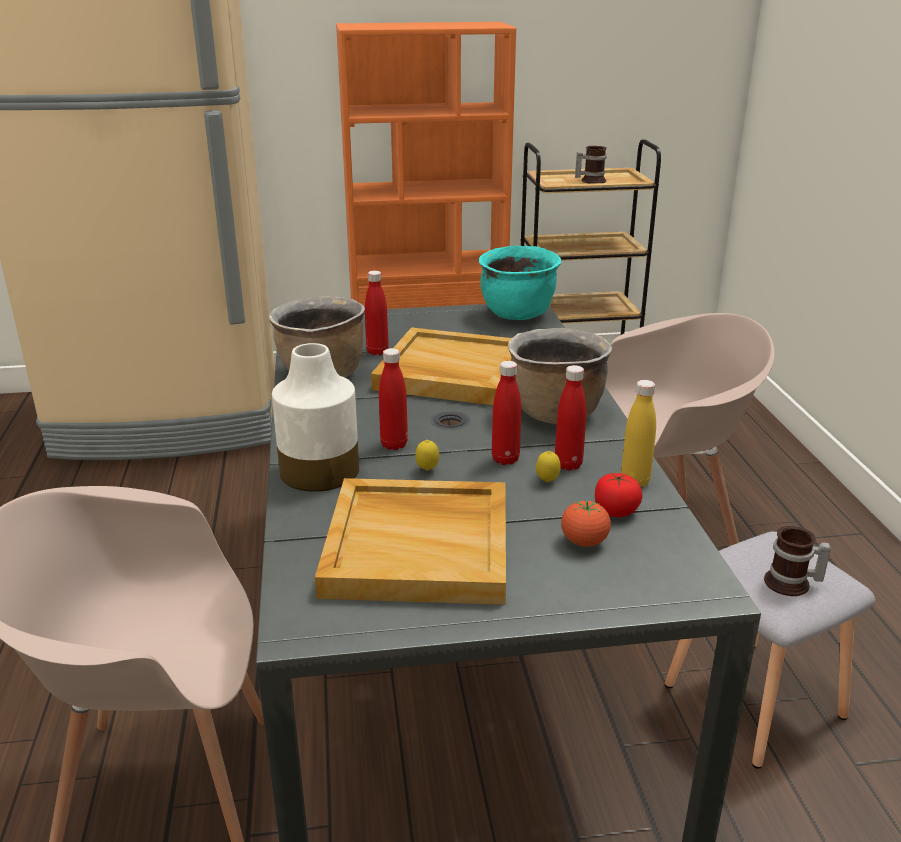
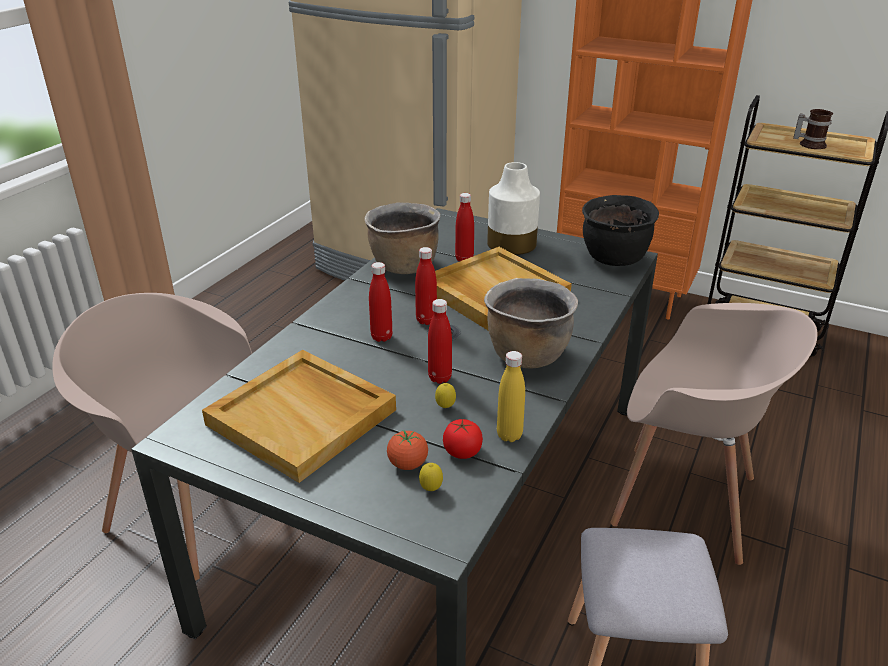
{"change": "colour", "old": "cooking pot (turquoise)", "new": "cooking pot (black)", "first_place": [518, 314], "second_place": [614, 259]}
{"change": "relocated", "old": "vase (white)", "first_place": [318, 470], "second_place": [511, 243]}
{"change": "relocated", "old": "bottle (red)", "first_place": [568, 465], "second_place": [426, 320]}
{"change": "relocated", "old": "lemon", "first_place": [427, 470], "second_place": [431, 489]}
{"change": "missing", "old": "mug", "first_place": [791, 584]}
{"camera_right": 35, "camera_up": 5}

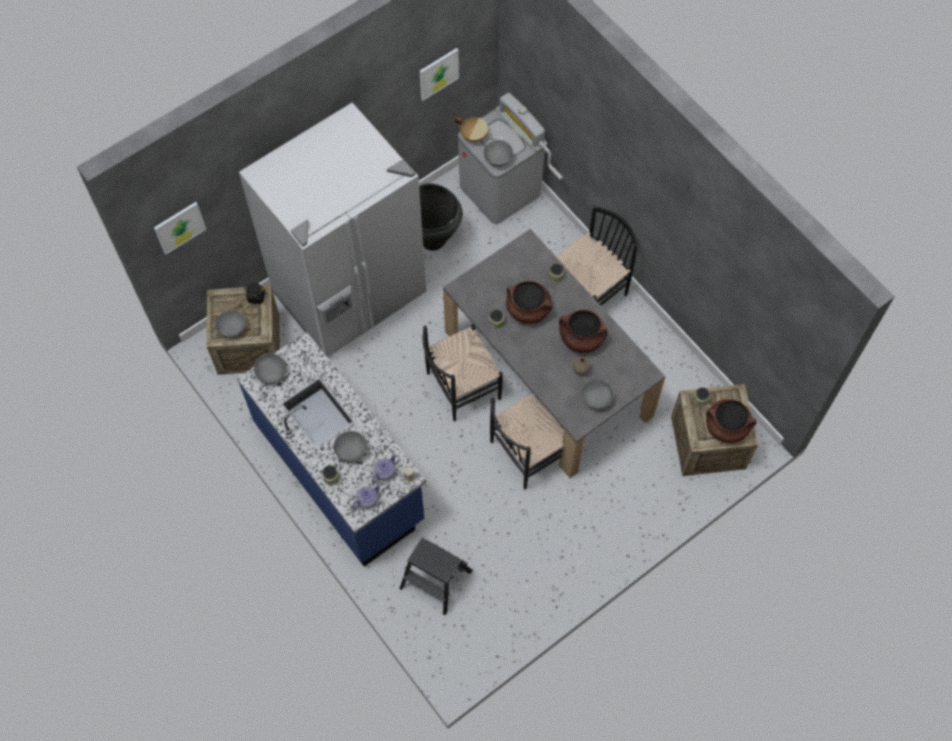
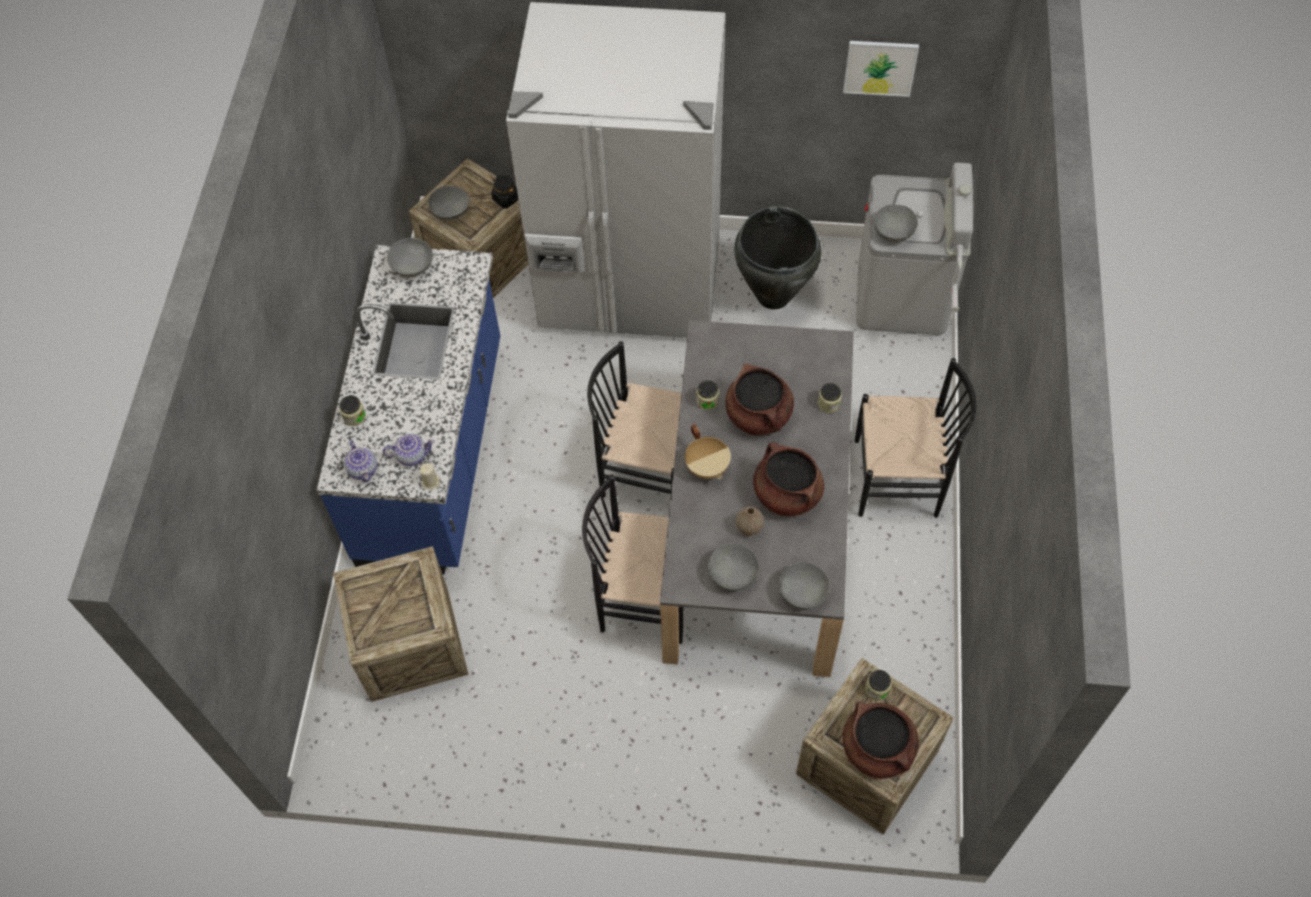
{"change": "relocated", "old": "cooking pot (beige)", "first_place": [474, 136], "second_place": [708, 467]}
{"change": "missing", "old": "picture", "first_place": [179, 227]}
{"change": "relocated", "old": "bowl (grey)", "first_place": [351, 451], "second_place": [803, 593]}
{"change": "spun", "old": "teapot", "first_place": [367, 500], "second_place": [363, 469], "degrees": 60}
{"change": "exchanged", "old": "step ladder (black)", "new": "crate", "first_place": [435, 579], "second_place": [410, 644]}
{"camera_right": 45, "camera_up": -5}

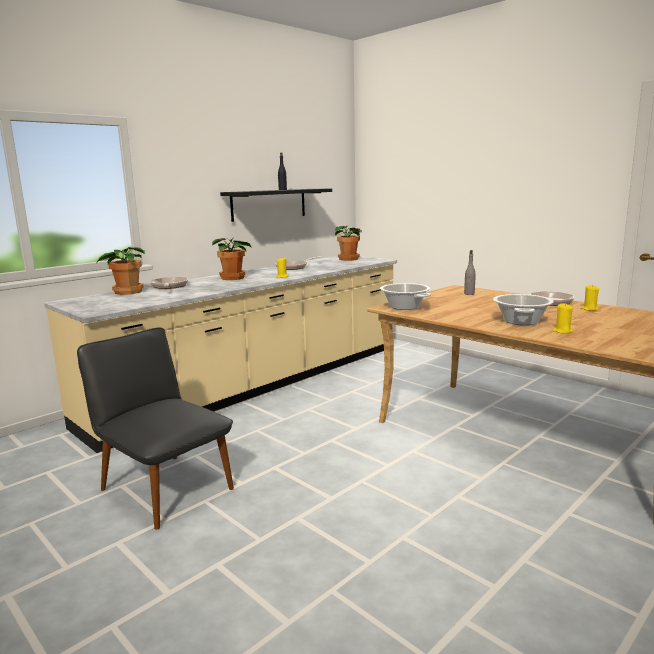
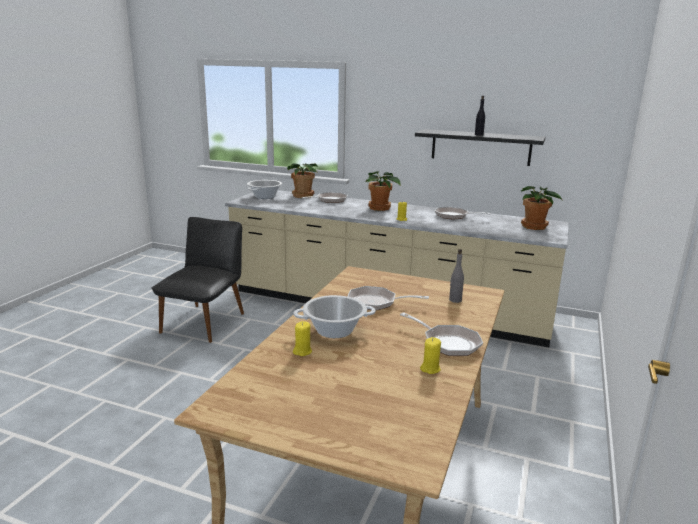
{"change": "relocated", "old": "cooking pot", "first_place": [404, 307], "second_place": [264, 197]}
{"change": "appeared", "new": "frying pan", "second_place": [376, 302]}
{"camera_right": 65, "camera_up": 5}

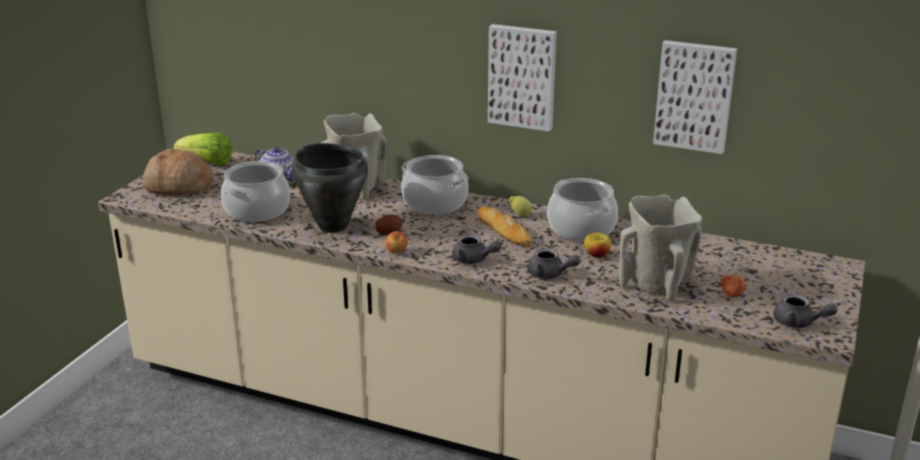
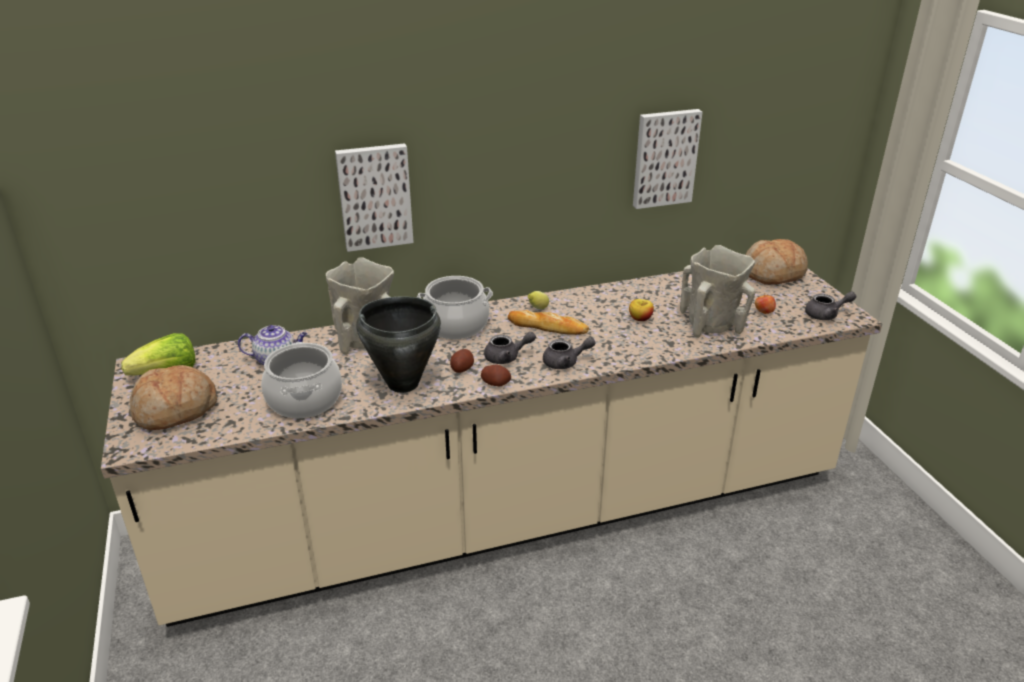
{"change": "relocated", "old": "picture", "first_place": [522, 76], "second_place": [374, 196]}
{"change": "missing", "old": "cooking pot", "first_place": [581, 229]}
{"change": "exchanged", "old": "apple", "new": "potato", "first_place": [396, 252], "second_place": [496, 383]}
{"change": "relocated", "old": "teapot (grey)", "first_place": [550, 274], "second_place": [507, 357]}
{"change": "appeared", "new": "bread", "second_place": [773, 274]}
{"camera_right": -40, "camera_up": 5}

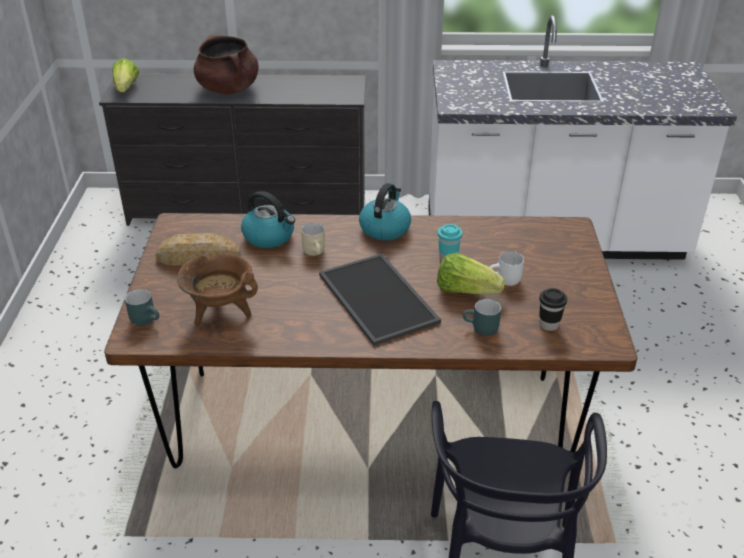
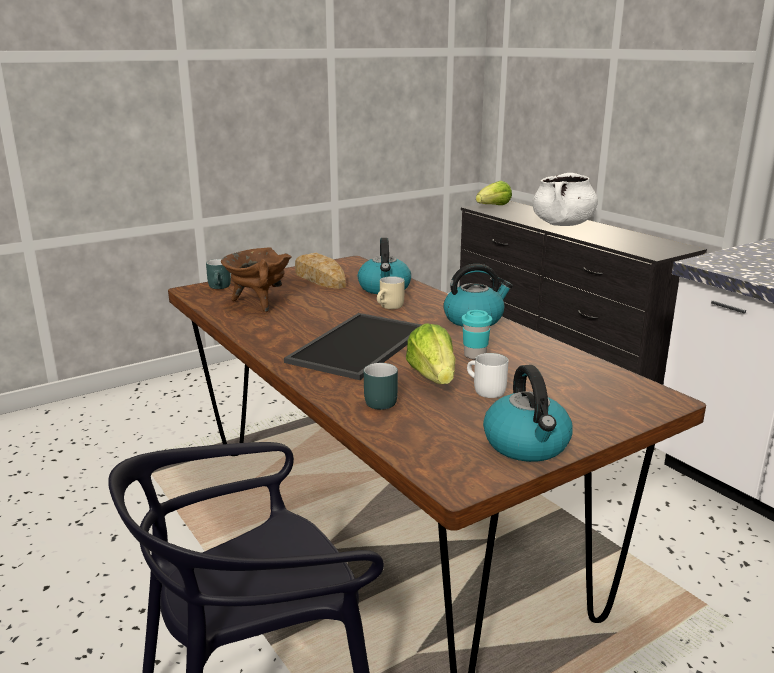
{"change": "colour", "old": "cooking pot (brown)", "new": "cooking pot (white)", "first_place": [228, 89], "second_place": [562, 224]}
{"change": "missing", "old": "cup (black)", "first_place": [549, 325]}
{"change": "appeared", "new": "kettle", "second_place": [527, 445]}
{"camera_right": 55, "camera_up": -15}

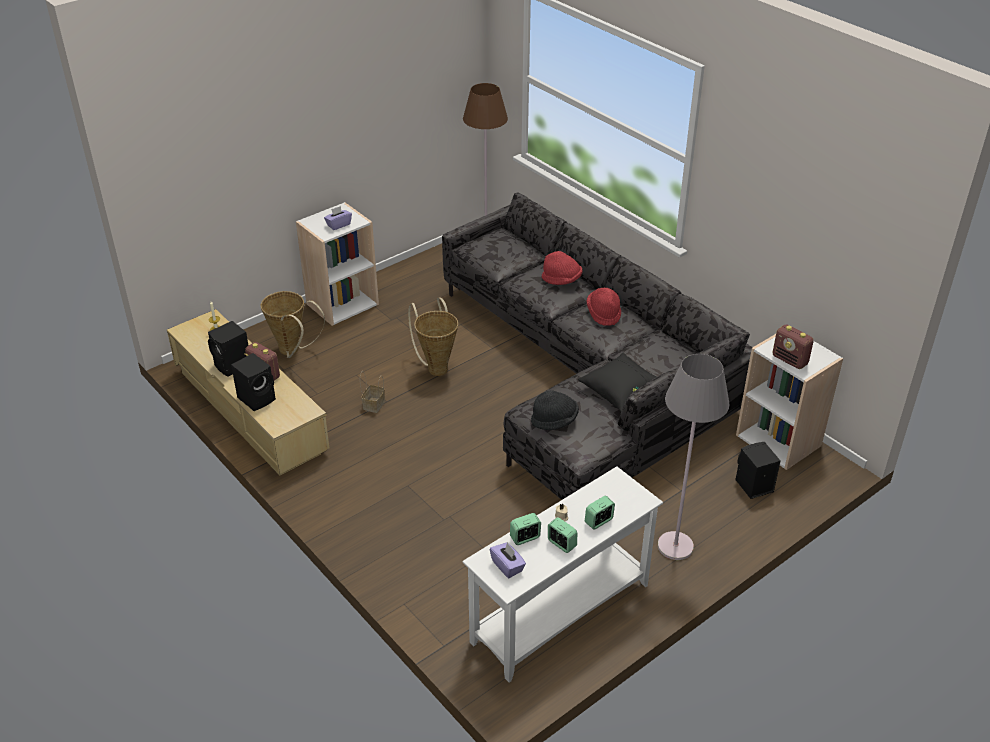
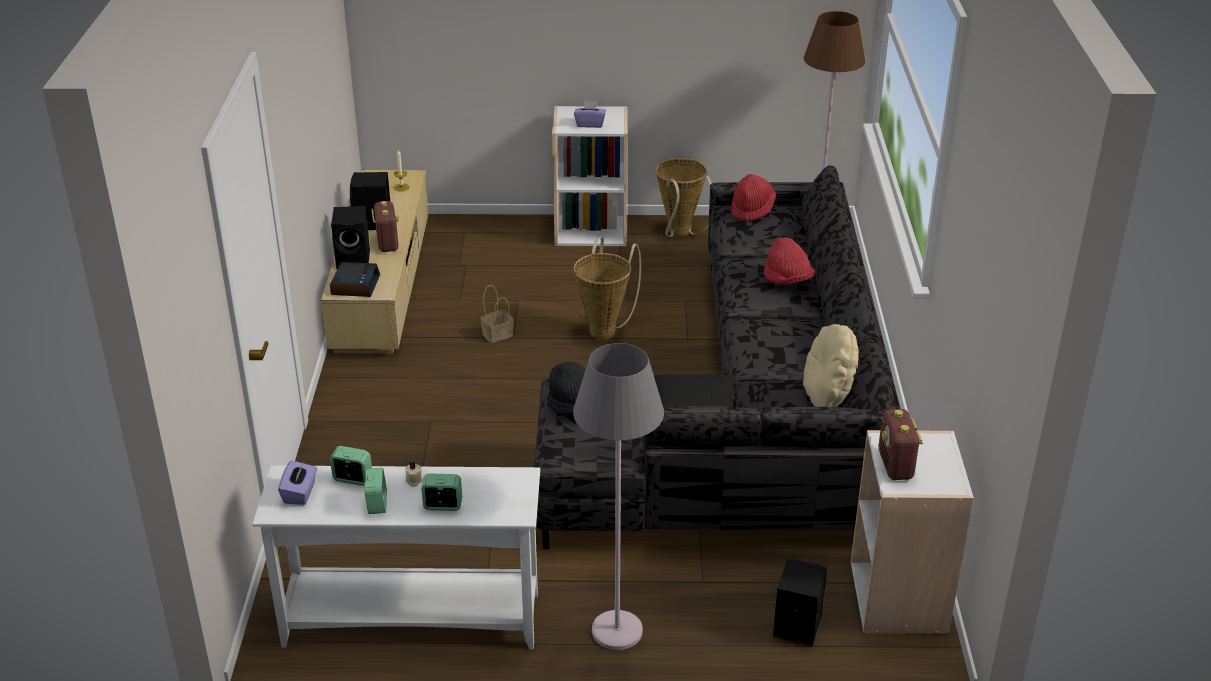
{"change": "relocated", "old": "hat (red)", "first_place": [604, 314], "second_place": [752, 209]}
{"change": "relocated", "old": "basket", "first_place": [292, 352], "second_place": [680, 234]}
{"change": "appeared", "new": "alarm clock", "second_place": [355, 285]}
{"change": "appeared", "new": "pillow (beige)", "second_place": [827, 399]}
{"camera_right": 40, "camera_up": -5}

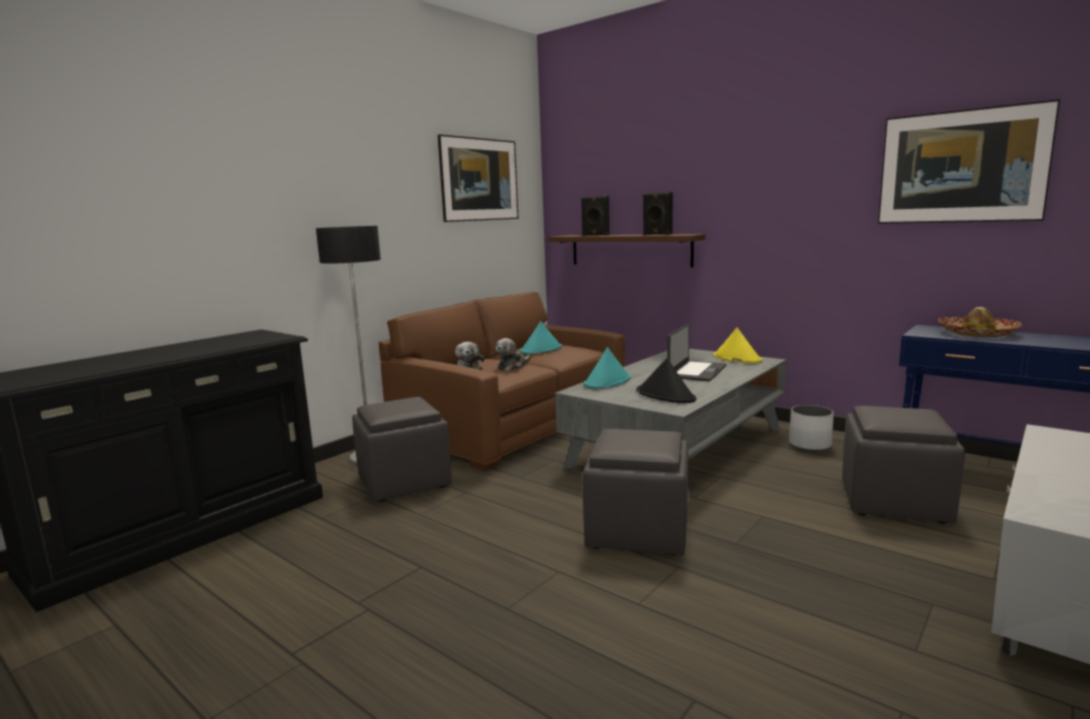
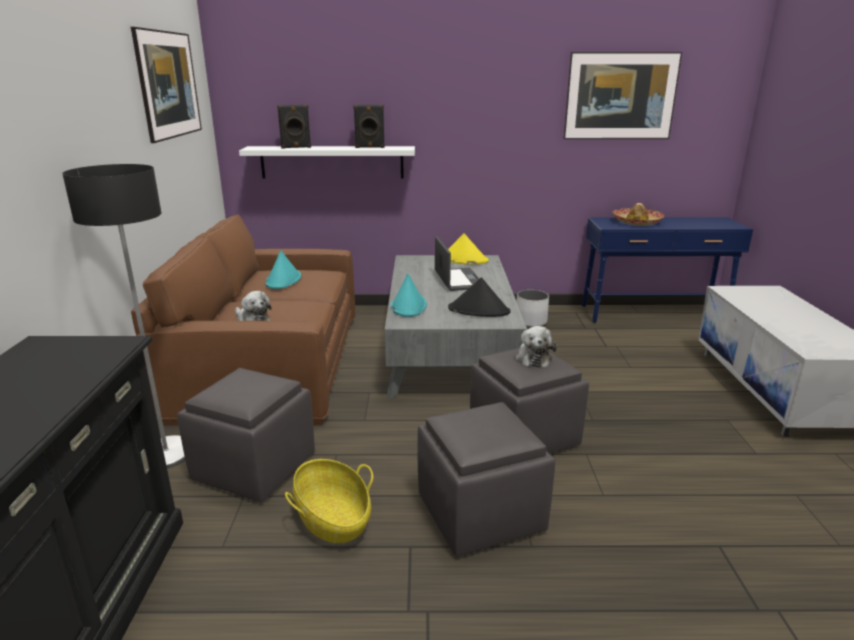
{"change": "colour", "old": "shelf (brown)", "new": "shelf (white)", "first_place": [629, 250], "second_place": [332, 162]}
{"change": "relocated", "old": "plush toy", "first_place": [513, 366], "second_place": [533, 358]}
{"change": "relocated", "old": "ottoman (grey)", "first_place": [895, 501], "second_place": [480, 512]}
{"change": "appeared", "new": "basket", "second_place": [333, 519]}
{"camera_right": -40, "camera_up": 10}

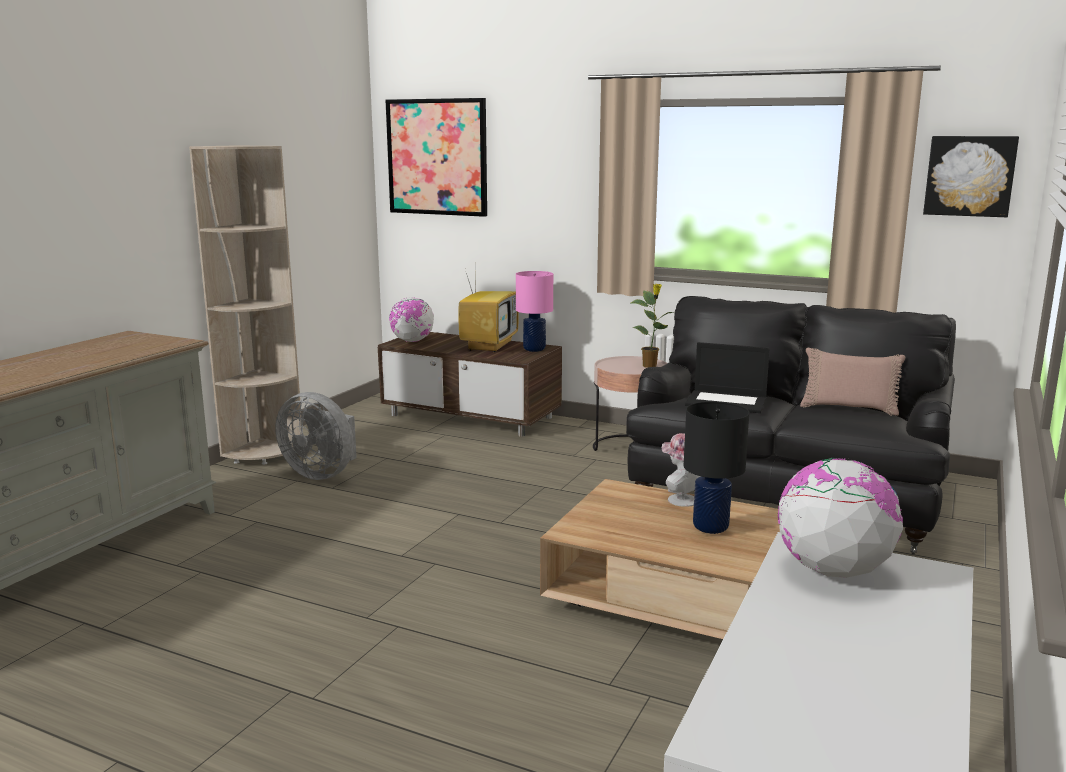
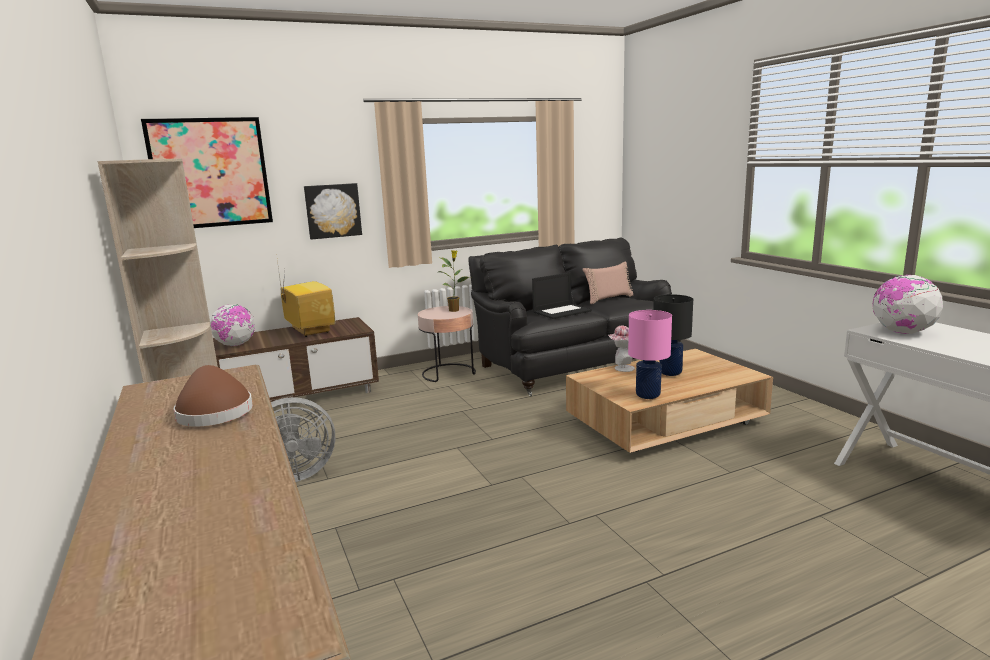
{"change": "relocated", "old": "picture", "first_place": [969, 176], "second_place": [333, 210]}
{"change": "relocated", "old": "table lamp (pink)", "first_place": [534, 350], "second_place": [648, 396]}
{"change": "appeared", "new": "hat (brown)", "second_place": [214, 412]}
{"camera_right": -50, "camera_up": 0}

